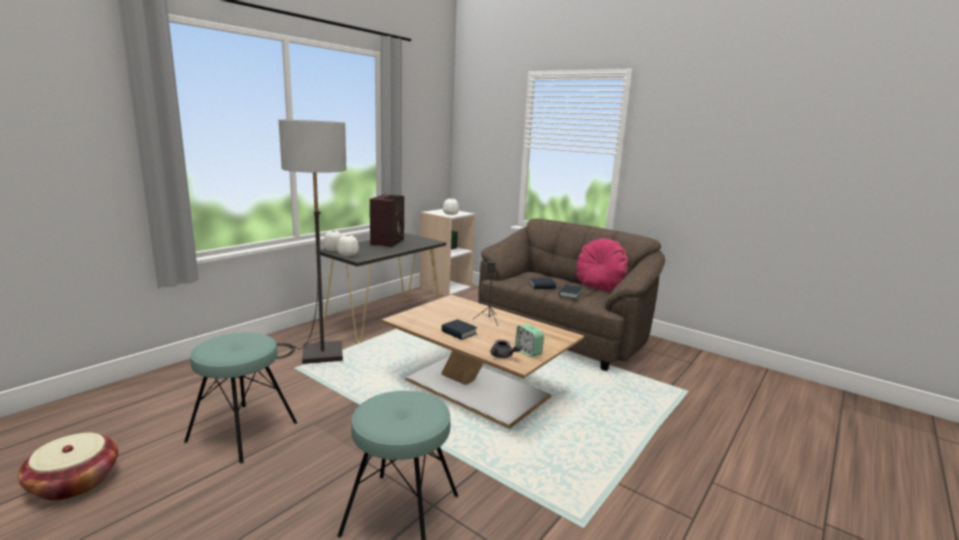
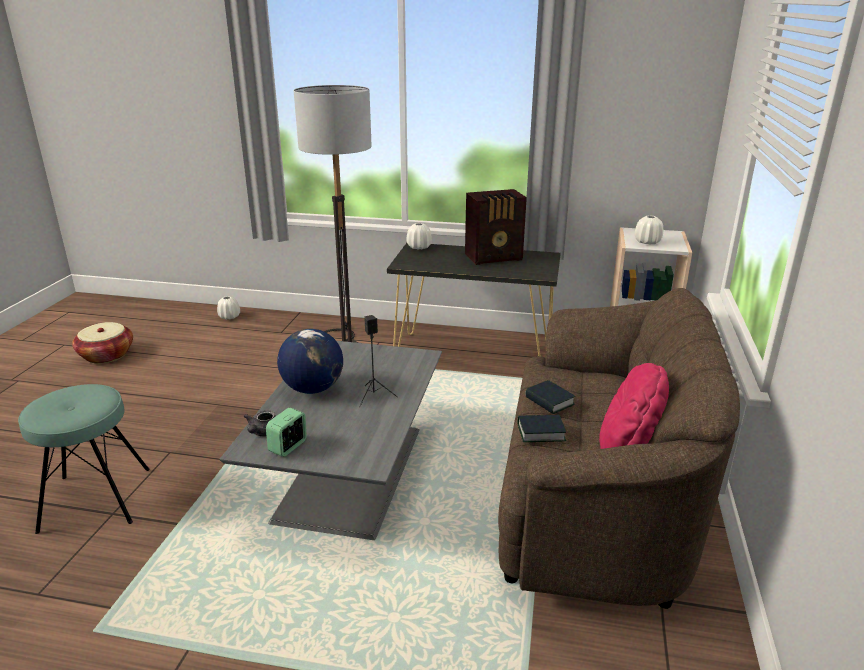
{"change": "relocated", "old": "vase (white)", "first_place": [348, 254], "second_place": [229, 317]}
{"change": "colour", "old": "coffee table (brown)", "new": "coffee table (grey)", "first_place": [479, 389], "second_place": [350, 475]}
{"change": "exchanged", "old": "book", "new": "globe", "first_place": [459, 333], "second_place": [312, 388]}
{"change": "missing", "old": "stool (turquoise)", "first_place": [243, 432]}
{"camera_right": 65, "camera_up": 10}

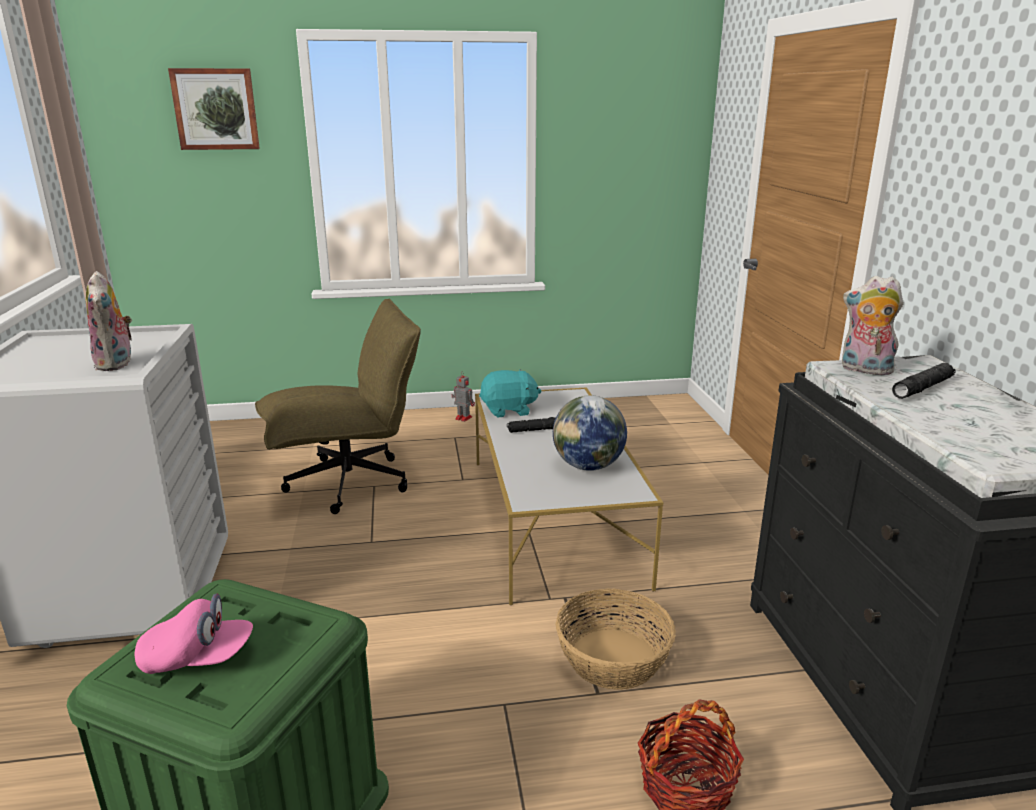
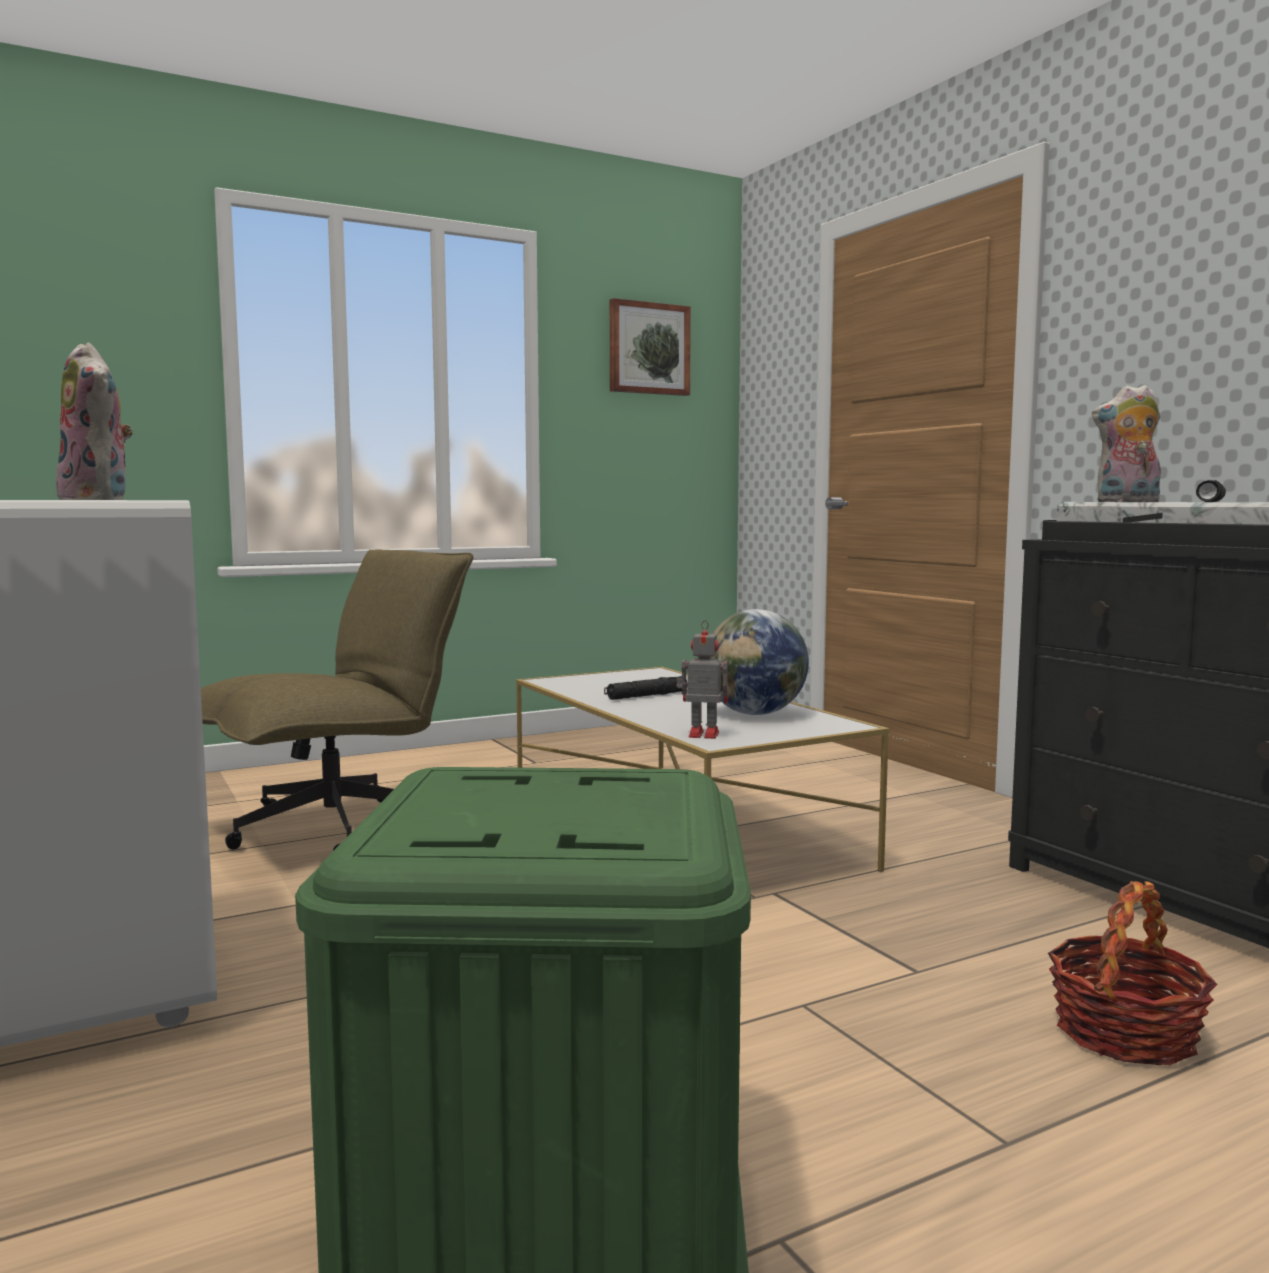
{"change": "relocated", "old": "picture", "first_place": [216, 109], "second_place": [648, 349]}
{"change": "missing", "old": "plush toy (turquoise)", "first_place": [509, 410]}
{"change": "relocated", "old": "toy robot", "first_place": [463, 418], "second_place": [701, 734]}
{"change": "missing", "old": "basket", "first_place": [614, 658]}
{"change": "missing", "old": "cap (pink)", "first_place": [198, 658]}
{"camera_right": -20, "camera_up": -15}

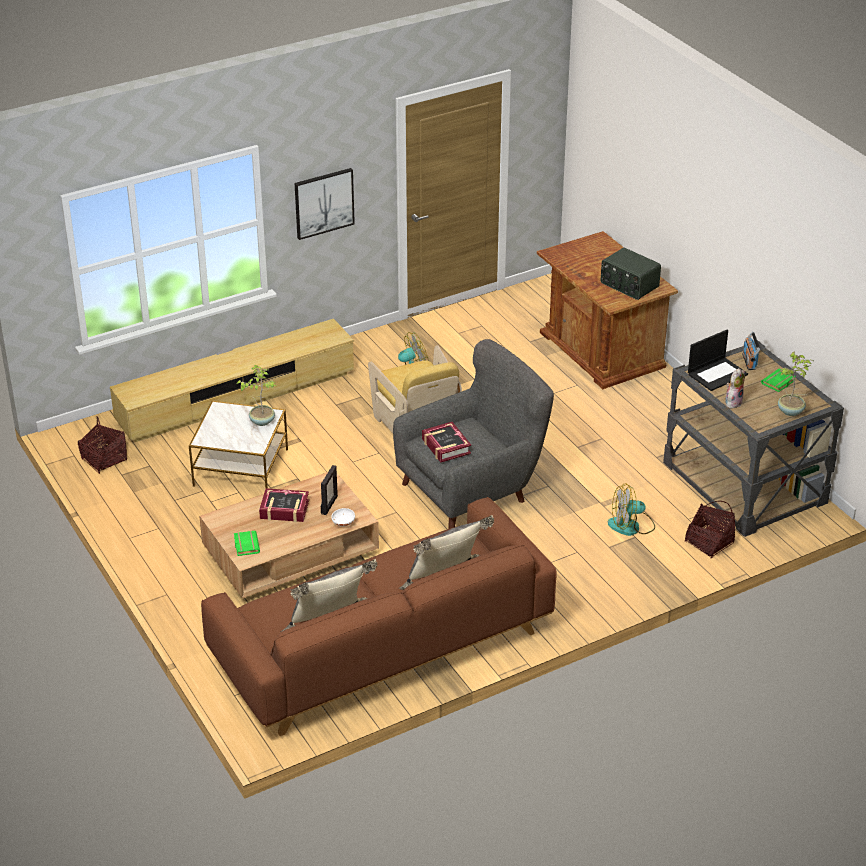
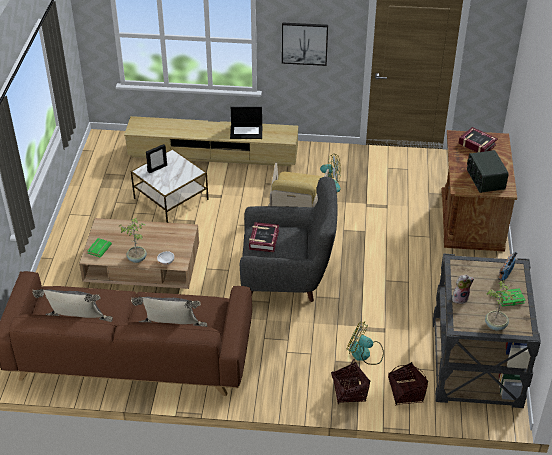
{"change": "relocated", "old": "laptop", "first_place": [717, 374], "second_place": [246, 131]}
{"change": "relocated", "old": "potted plant", "first_place": [262, 421], "second_place": [137, 258]}
{"change": "relocated", "old": "basket", "first_place": [104, 459], "second_place": [349, 392]}
{"change": "relocated", "old": "picture frame", "first_place": [329, 505], "second_place": [157, 168]}
{"change": "relocated", "old": "book", "first_place": [284, 510], "second_place": [477, 144]}
{"camera_right": 35, "camera_up": 5}

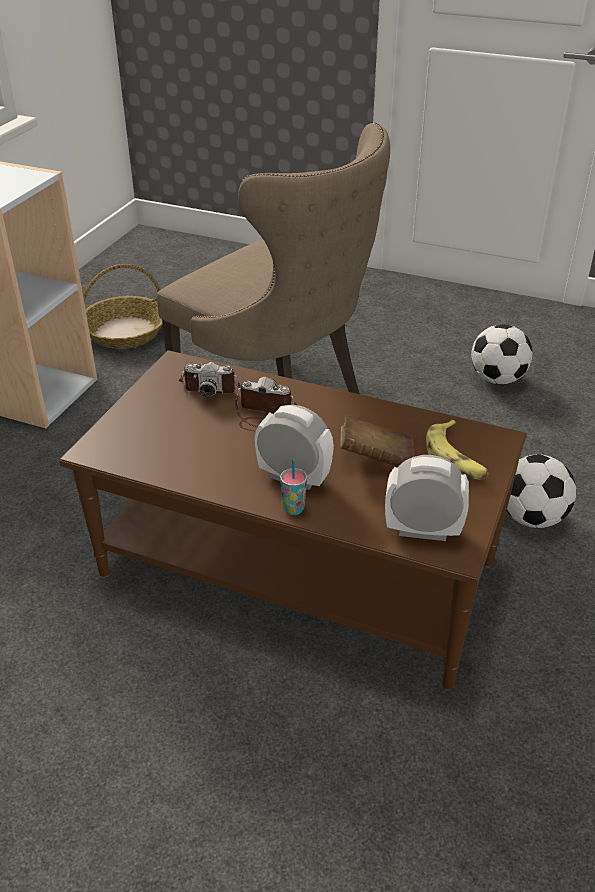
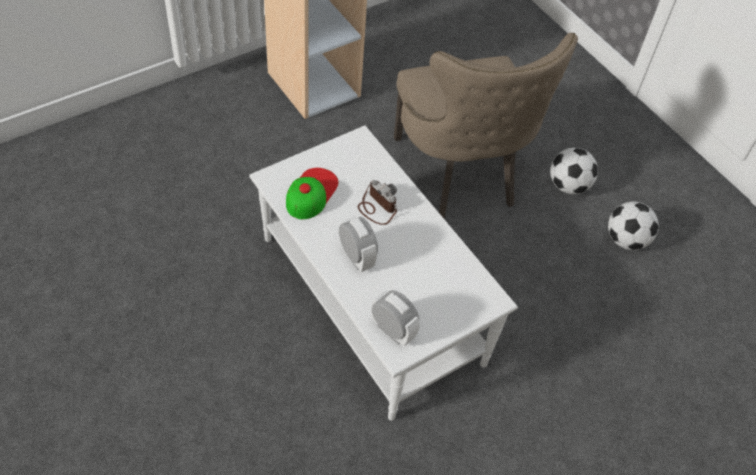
{"change": "missing", "old": "basket", "first_place": [124, 332]}
{"change": "colour", "old": "coffee table (brown)", "new": "coffee table (white)", "first_place": [295, 569], "second_place": [370, 299]}
{"change": "missing", "old": "photo camera", "first_place": [210, 385]}
{"change": "missing", "old": "book (brown)", "first_place": [375, 458]}
{"change": "missing", "old": "banana", "first_place": [455, 459]}
{"change": "relocated", "old": "football", "first_place": [531, 518], "second_place": [568, 185]}
{"change": "missing", "old": "cup", "first_place": [293, 509]}
{"change": "appeared", "new": "cap", "second_place": [311, 193]}
{"camera_right": 30, "camera_up": 15}

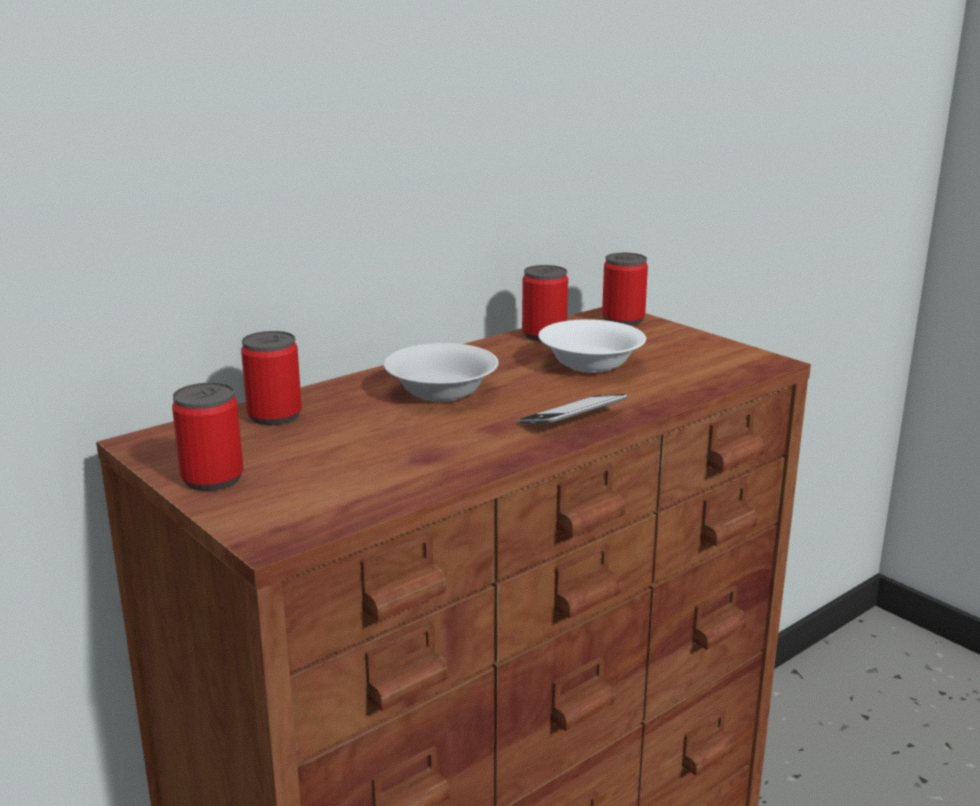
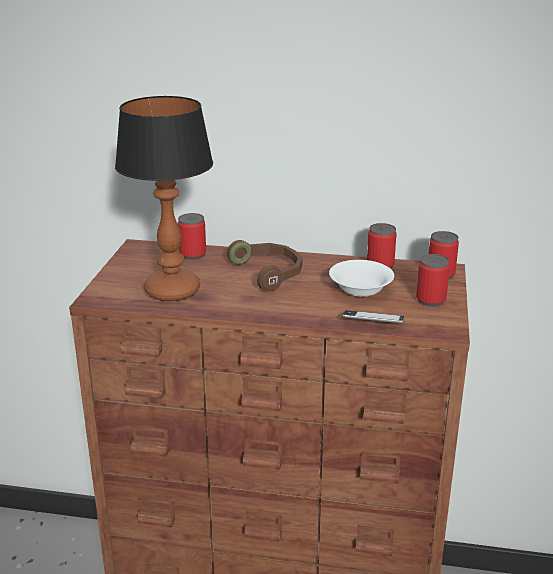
{"change": "exchanged", "old": "bowl (white)", "new": "headphones (brown)", "first_place": [443, 391], "second_place": [269, 273]}
{"change": "relocated", "old": "can", "first_place": [212, 478], "second_place": [430, 300]}
{"change": "relocated", "old": "phone", "first_place": [573, 418], "second_place": [373, 322]}
{"change": "appeared", "new": "table lamp", "second_place": [171, 290]}
{"camera_right": 50, "camera_up": 5}

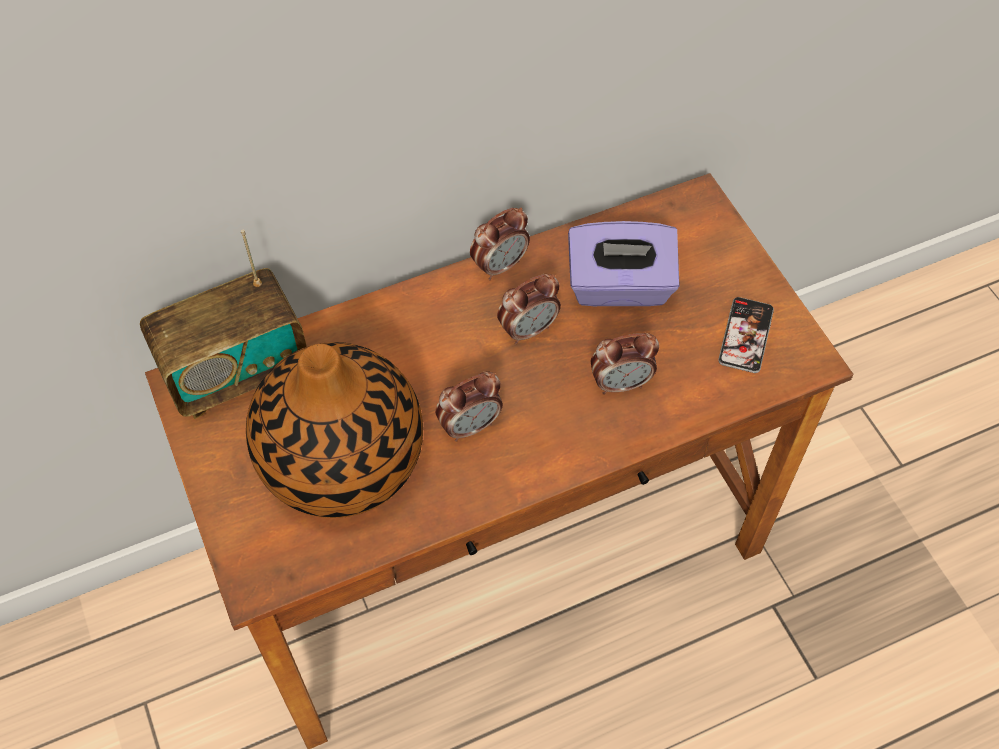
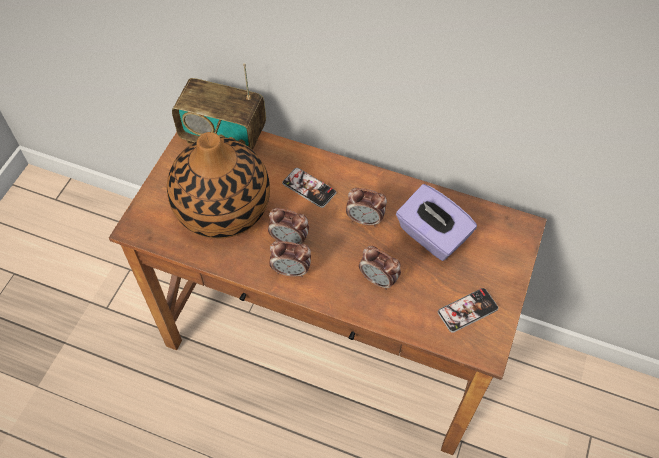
{"change": "relocated", "old": "alarm clock", "first_place": [500, 265], "second_place": [291, 271]}
{"change": "appeared", "new": "phone", "second_place": [309, 188]}
{"camera_right": 45, "camera_up": 0}

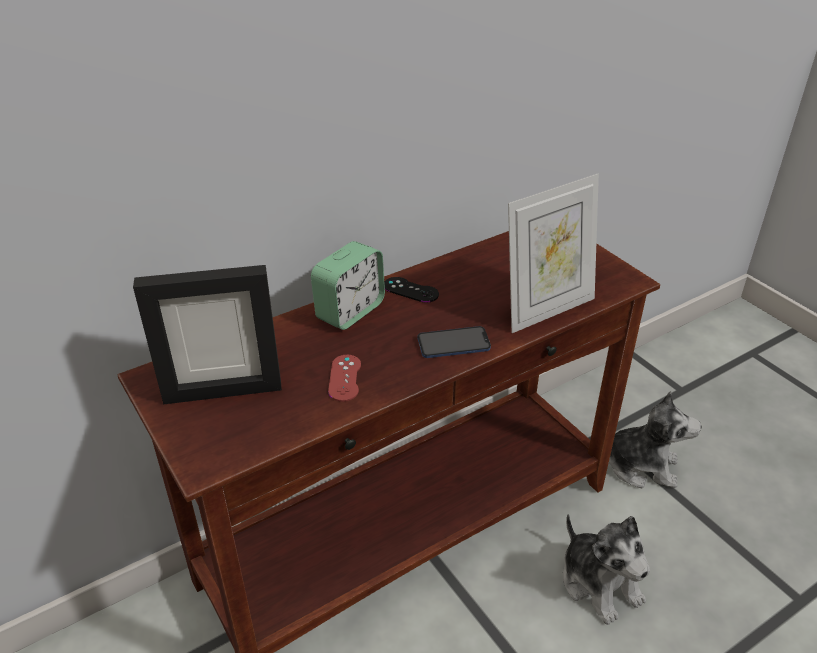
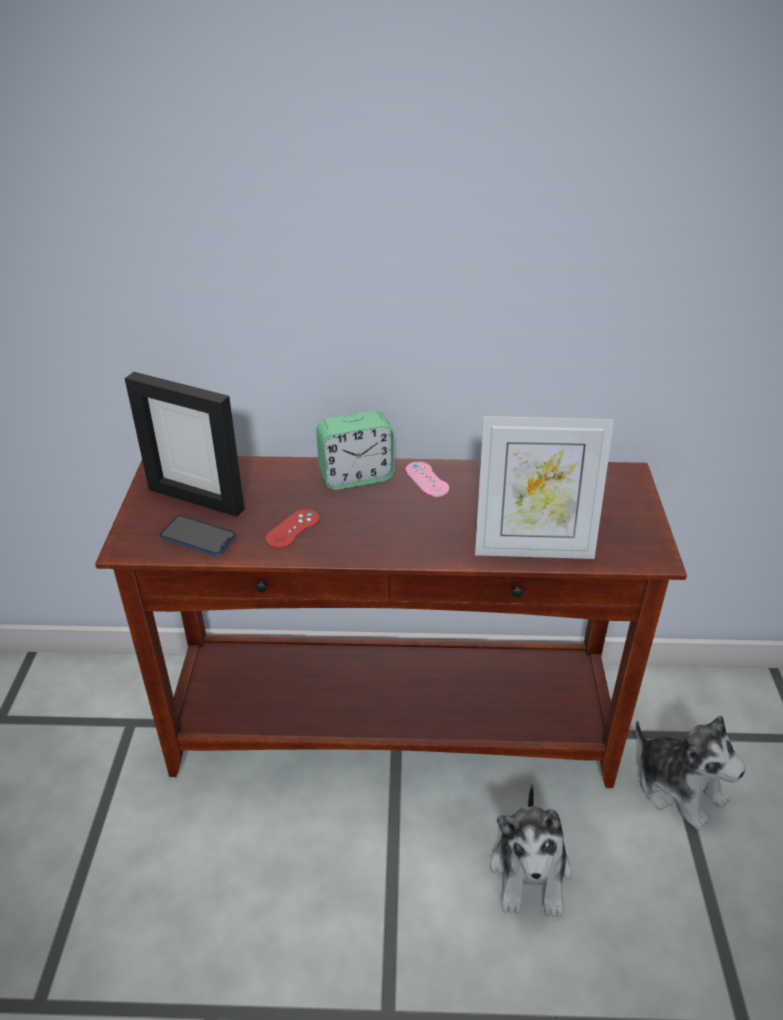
{"change": "colour", "old": "game controller (black)", "new": "game controller (pink)", "first_place": [410, 290], "second_place": [427, 479]}
{"change": "relocated", "old": "phone", "first_place": [453, 344], "second_place": [198, 537]}
{"camera_right": 35, "camera_up": 0}

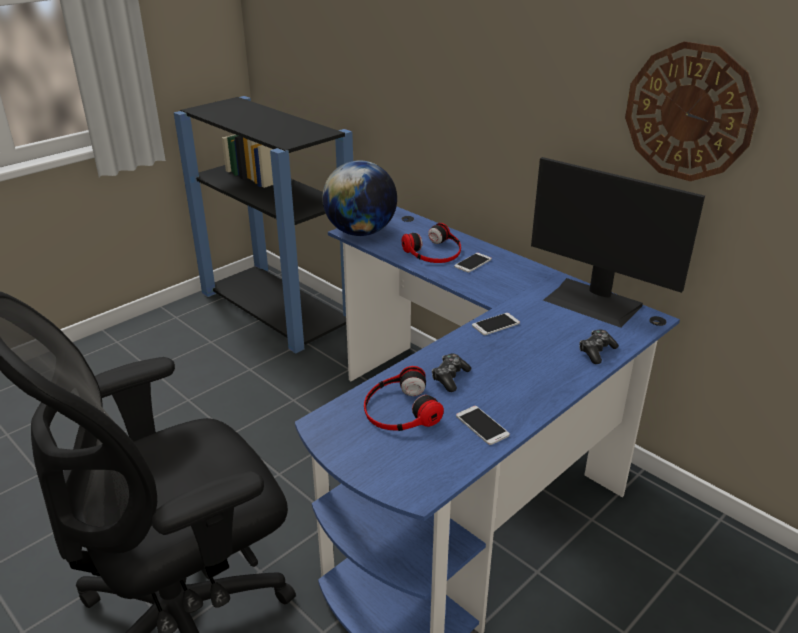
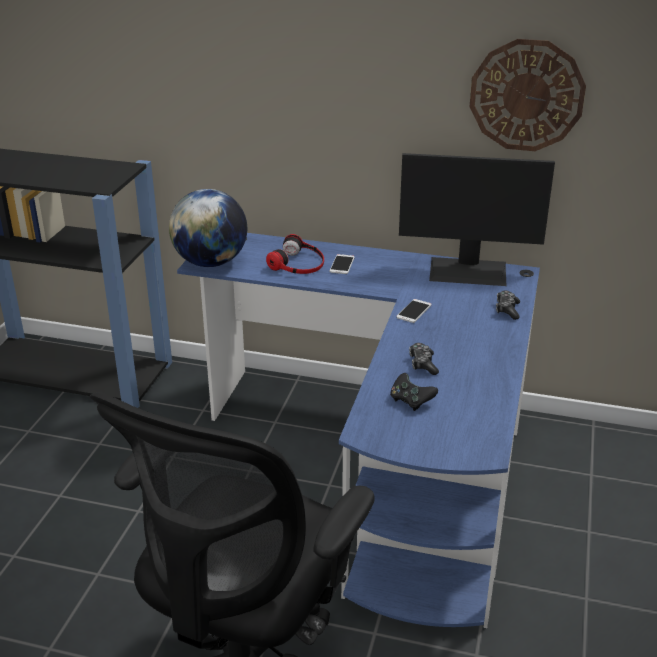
{"change": "exchanged", "old": "headphones", "new": "game controller (black)", "first_place": [400, 409], "second_place": [411, 401]}
{"change": "missing", "old": "phone", "first_place": [482, 425]}
{"camera_right": -30, "camera_up": 0}

